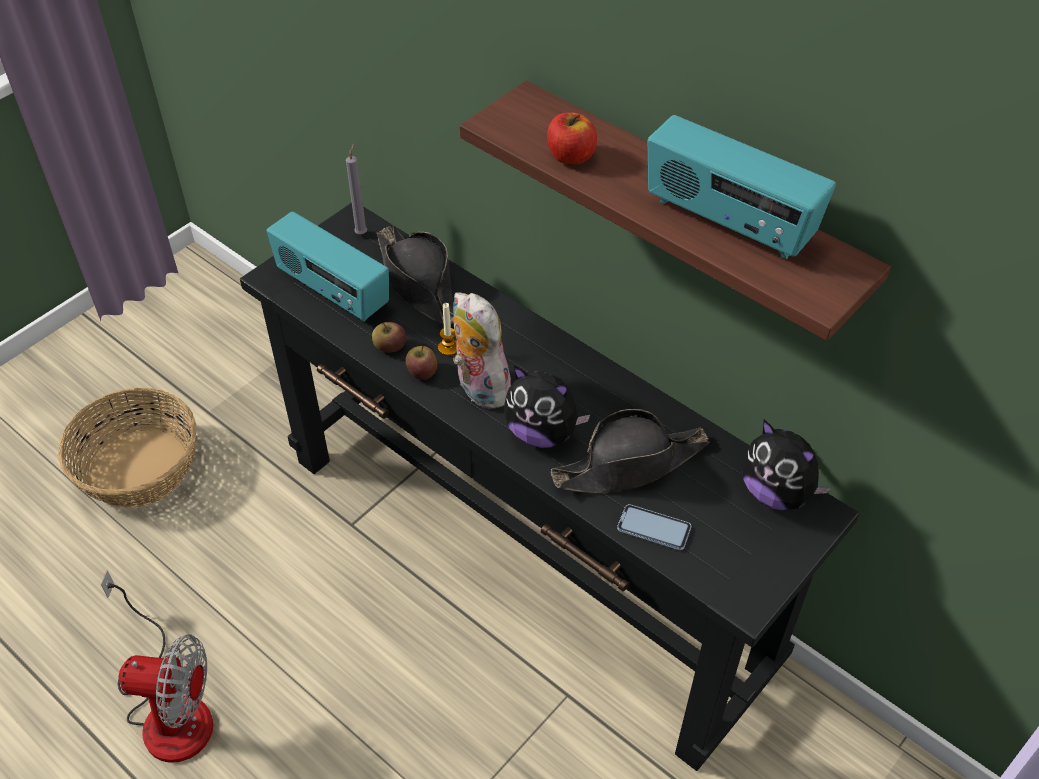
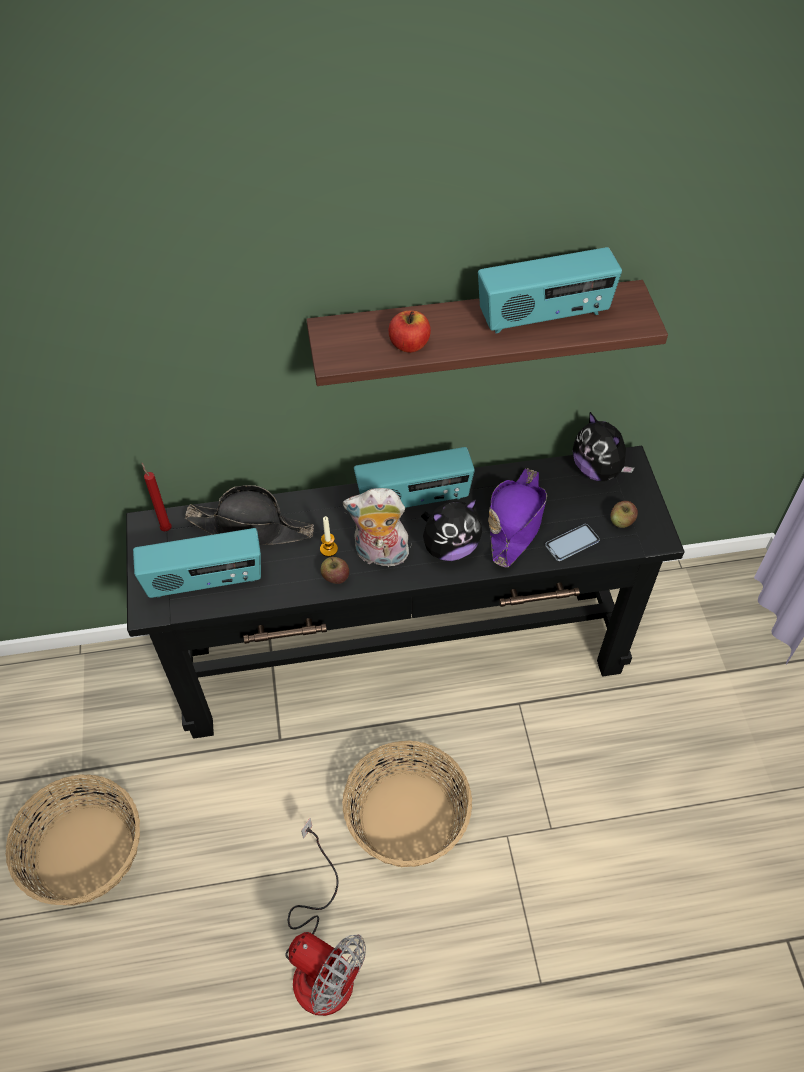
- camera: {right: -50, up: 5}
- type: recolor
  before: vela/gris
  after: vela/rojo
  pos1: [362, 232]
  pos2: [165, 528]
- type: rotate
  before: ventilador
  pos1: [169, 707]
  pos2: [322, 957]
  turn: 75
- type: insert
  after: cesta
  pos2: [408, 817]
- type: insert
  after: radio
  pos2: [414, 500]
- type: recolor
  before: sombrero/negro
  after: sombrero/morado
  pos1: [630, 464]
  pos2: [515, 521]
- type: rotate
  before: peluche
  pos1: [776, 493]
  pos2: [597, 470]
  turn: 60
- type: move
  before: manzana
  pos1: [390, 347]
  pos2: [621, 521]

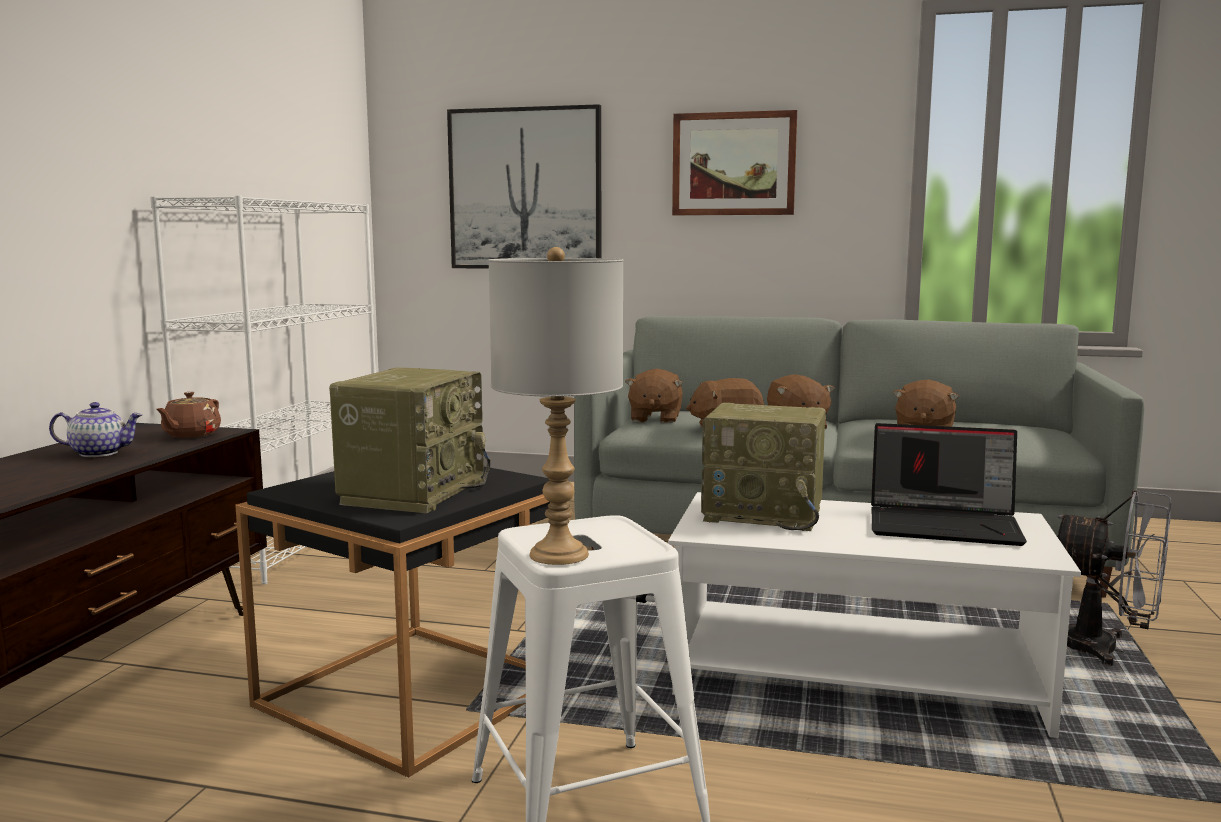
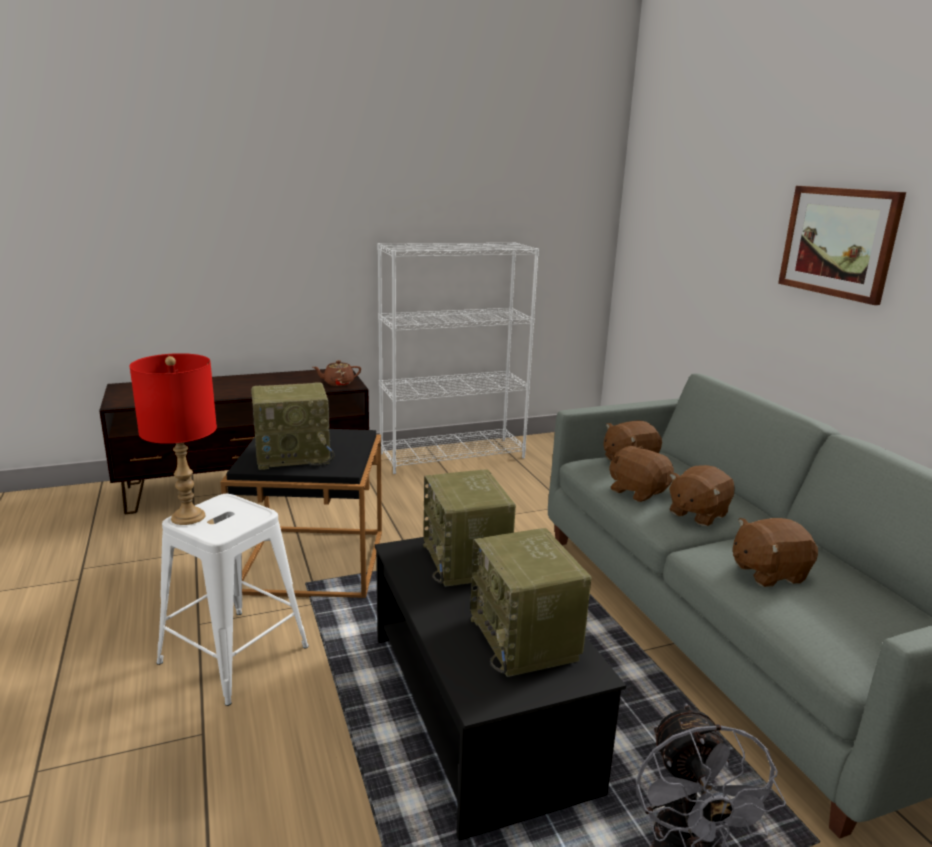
- camera: {right: 55, up: 10}
- type: recolor
  before: lámpara de mesa/gris
  after: lámpara de mesa/rojo
  pos1: [558, 555]
  pos2: [187, 517]
- type: recolor
  before: mesa de centro/blanco
  after: mesa de centro/negro
  pos1: [858, 676]
  pos2: [478, 710]
- type: replace
  before: portátil
  after: radio
  pos1: [945, 525]
  pos2: [525, 639]
- type: delete
  before: tetera
  pos1: [100, 453]
- type: delete
  before: cuadro
  pos1: [525, 189]

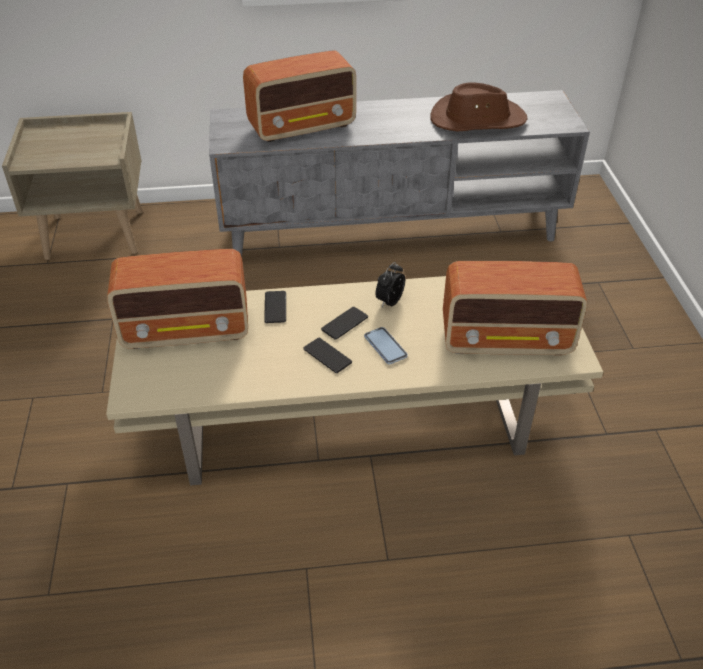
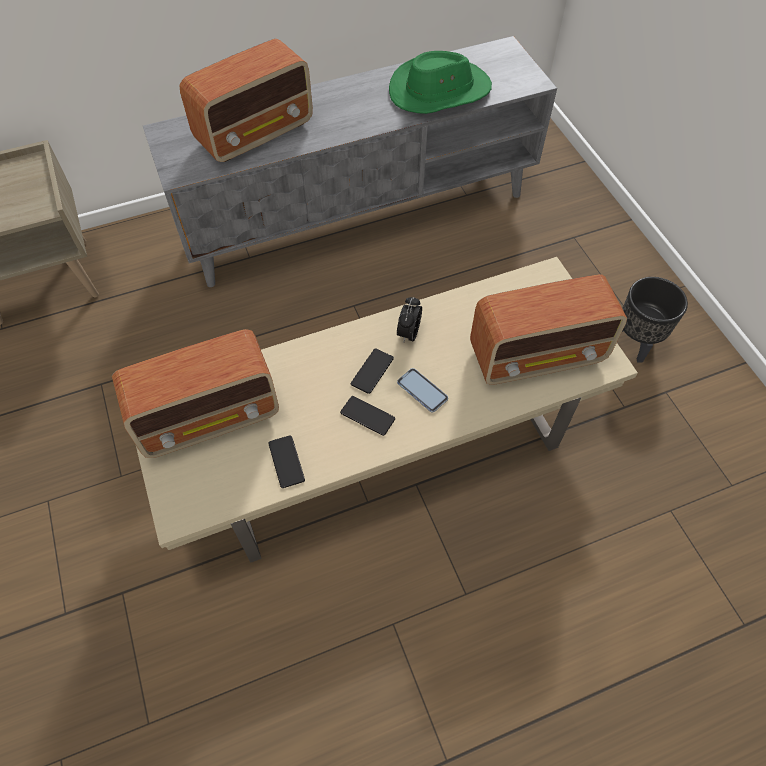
- camera: {right: -15, up: 15}
- type: move
  before: móvil
  pos1: [275, 307]
  pos2: [286, 462]
- type: recolor
  before: sombrero/marrón
  after: sombrero/verde
  pos1: [477, 119]
  pos2: [439, 91]
- type: insert
  after: maceta/negro
  pos2: [635, 343]

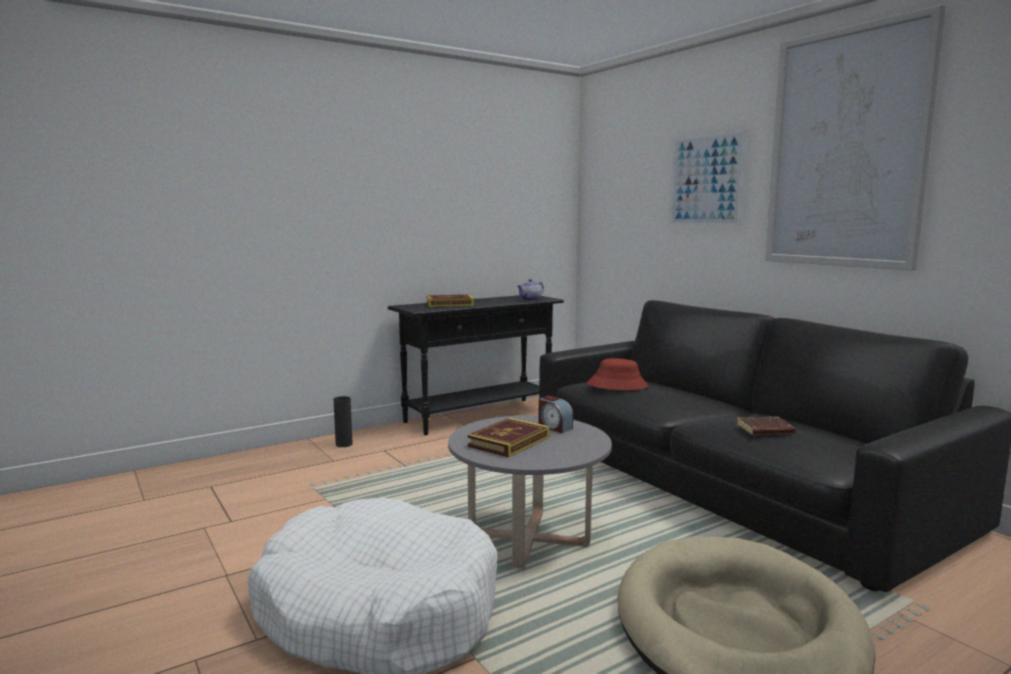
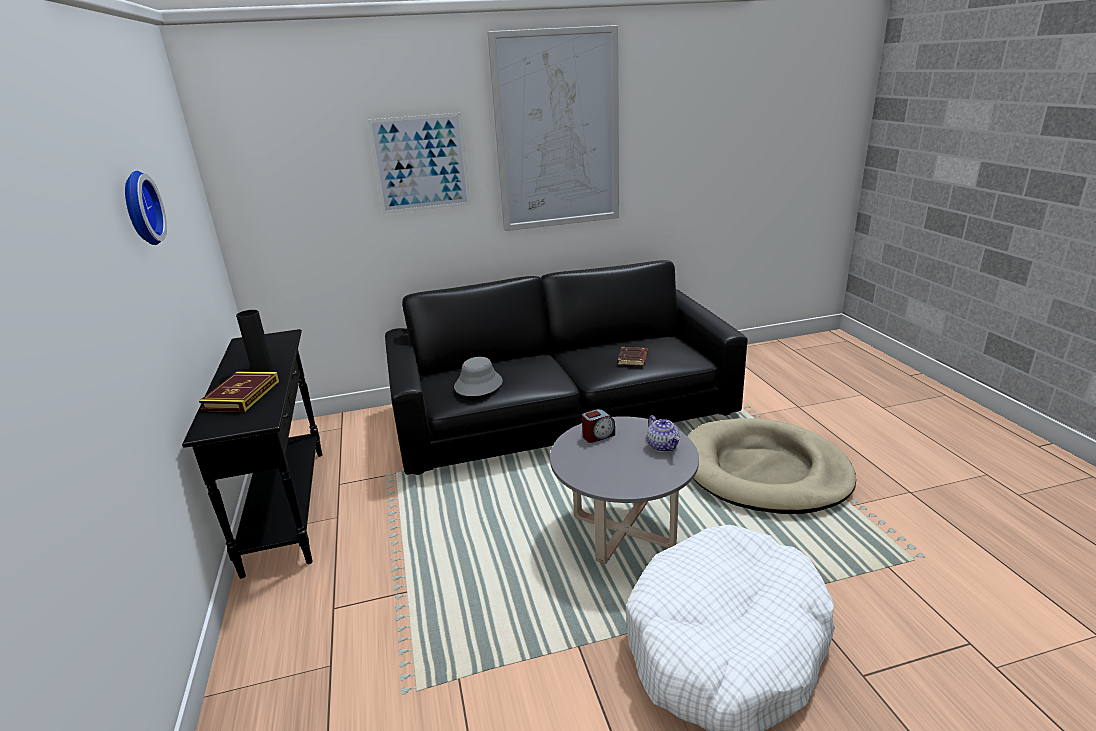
- camera: {right: -70, up: 15}
- type: insert
  after: reloj de pared
  pos2: [138, 209]
- type: move
  before: florero/negro
  pos1: [344, 444]
  pos2: [262, 368]
- type: recolor
  before: sombrero/rojo
  after: sombrero/gris
  pos1: [617, 385]
  pos2: [478, 384]
- type: move
  before: tetera
  pos1: [530, 300]
  pos2: [663, 446]
- type: delete
  before: libro
  pos1: [509, 442]

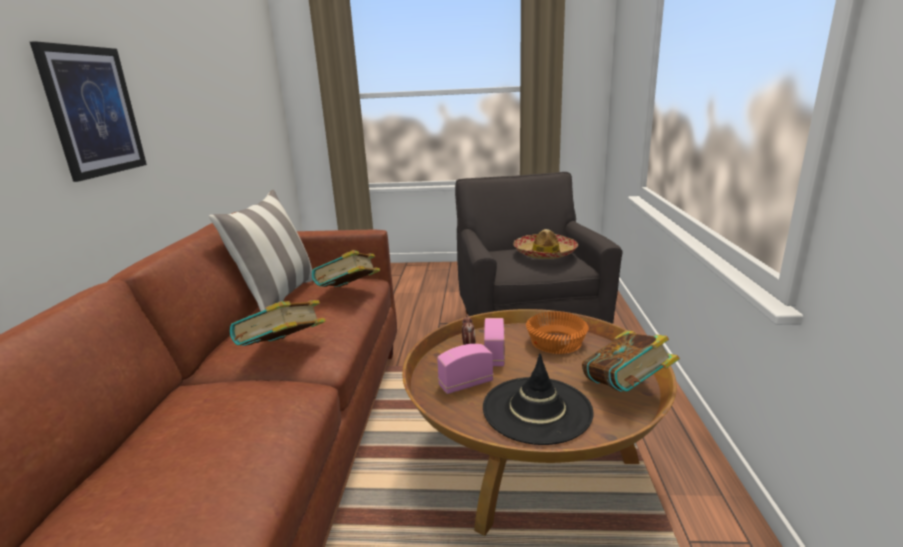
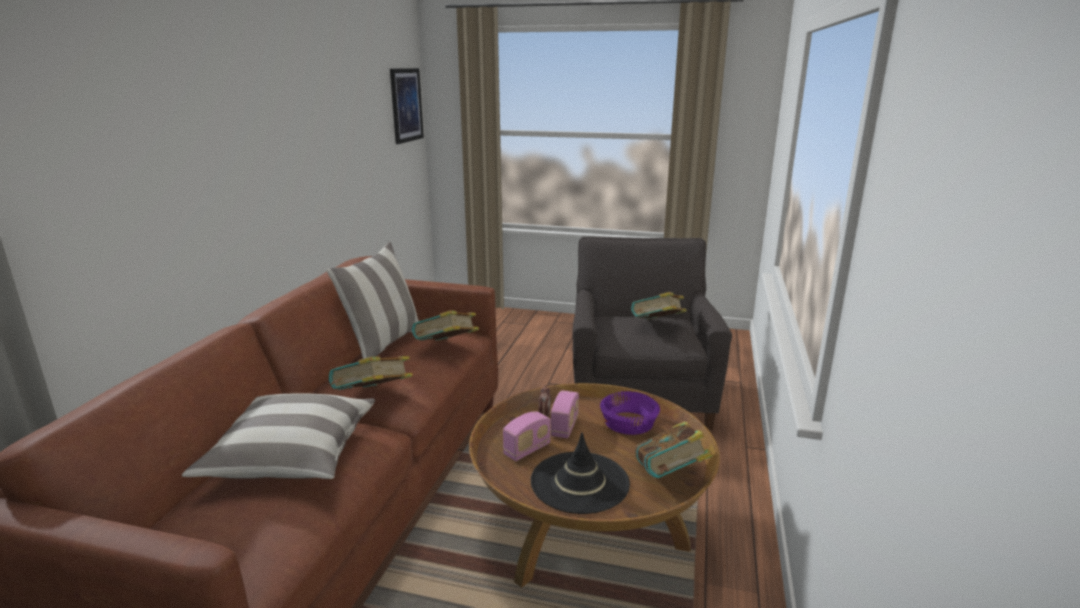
- camera: {right: 10, up: 0}
- type: insert
  after: cojín
  pos2: [291, 456]
- type: move
  before: cuadro
  pos1: [93, 111]
  pos2: [406, 105]
- type: rotate
  before: radio
  pos1: [465, 384]
  pos2: [527, 450]
  turn: 150
- type: recolor
  before: cuenco/naranja
  after: cuenco/morado
  pos1: [555, 343]
  pos2: [627, 423]
- type: replace
  before: sombrero
  after: libro
  pos1: [545, 253]
  pos2: [657, 326]

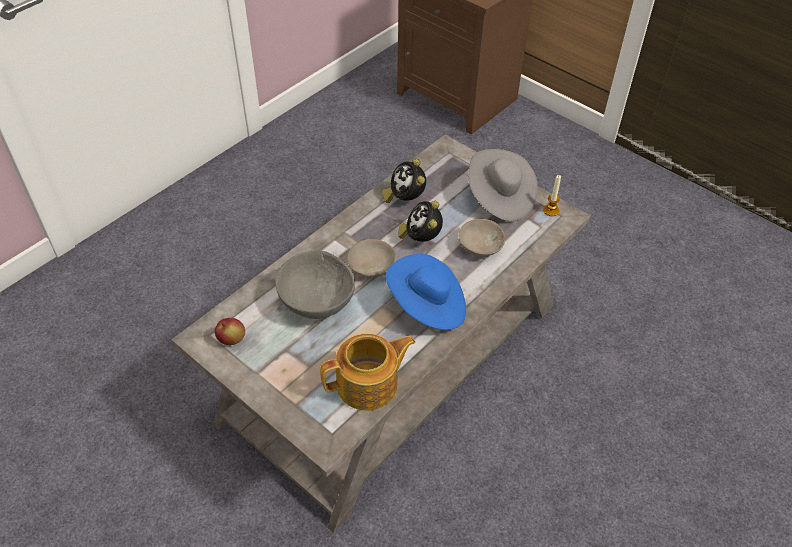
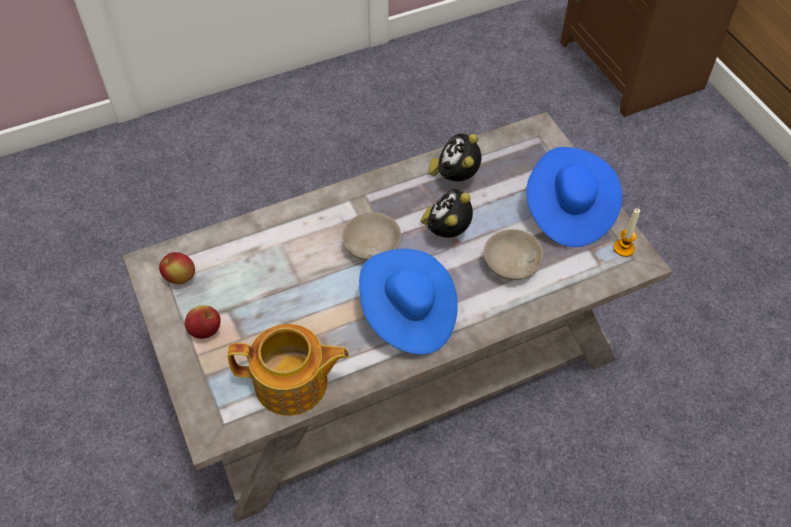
- camera: {right: 25, up: 5}
- type: insert
  after: manzana
  pos2: [205, 331]
- type: recolor
  before: sombrero/gris
  after: sombrero/azul
  pos1: [499, 198]
  pos2: [568, 212]
- type: delete
  before: cuenco/gris
  pos1: [316, 301]

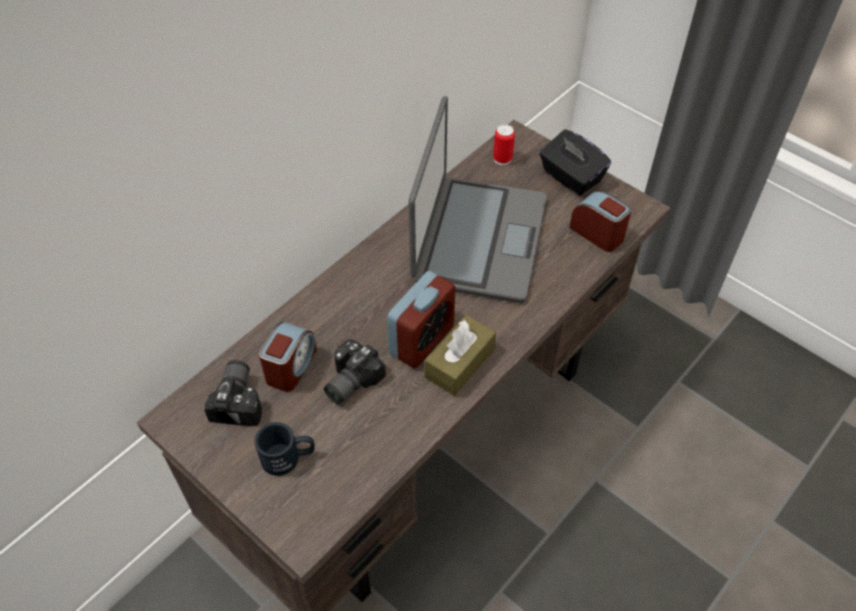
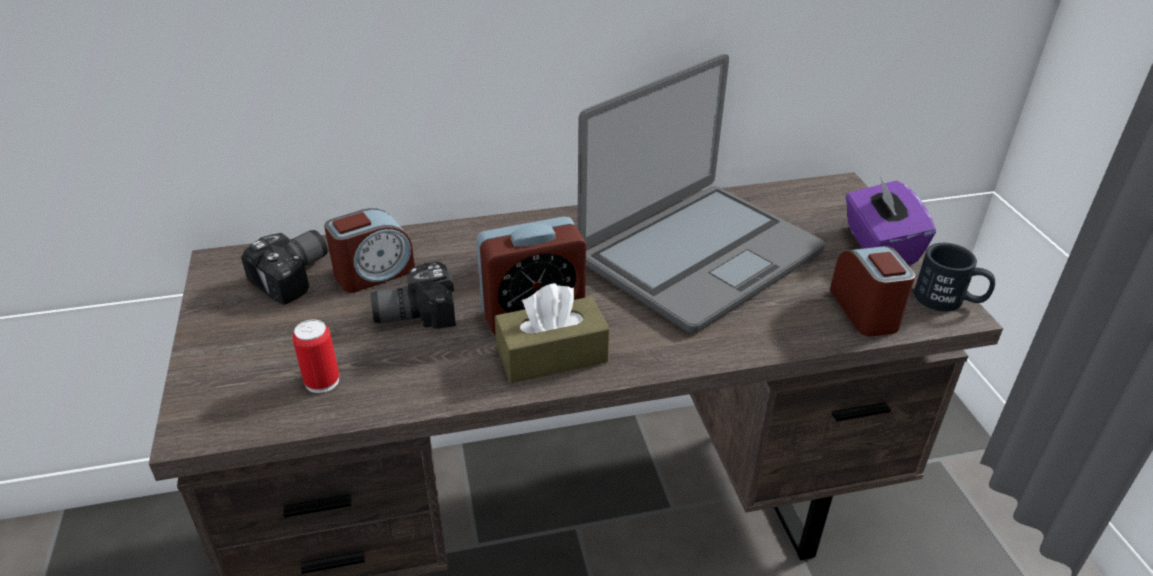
- camera: {right: 35, up: -15}
- type: move
  before: lata
  pos1: [502, 159]
  pos2: [322, 381]
- type: recolor
  before: caja de pañuelos/negro
  after: caja de pañuelos/morado
  pos1: [571, 177]
  pos2: [879, 245]
- type: move
  before: taza grande/negro
  pos1: [288, 457]
  pos2: [949, 300]

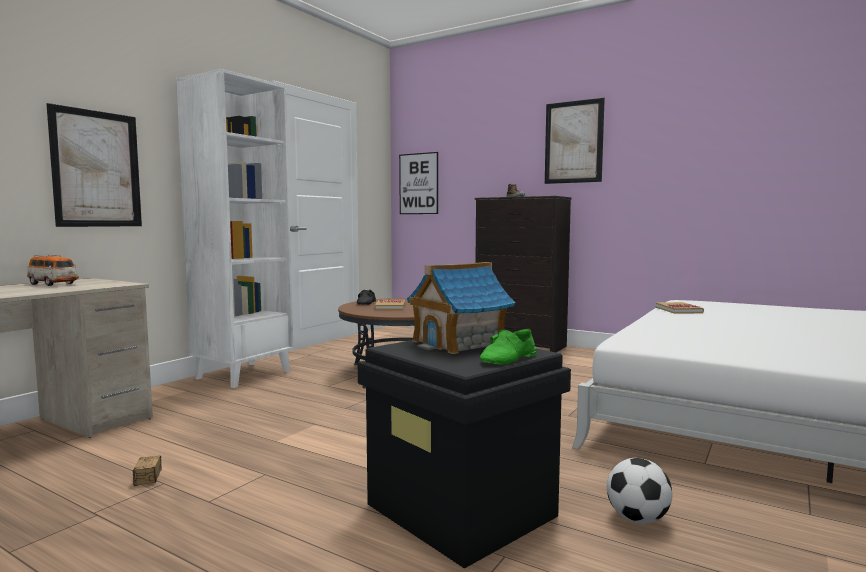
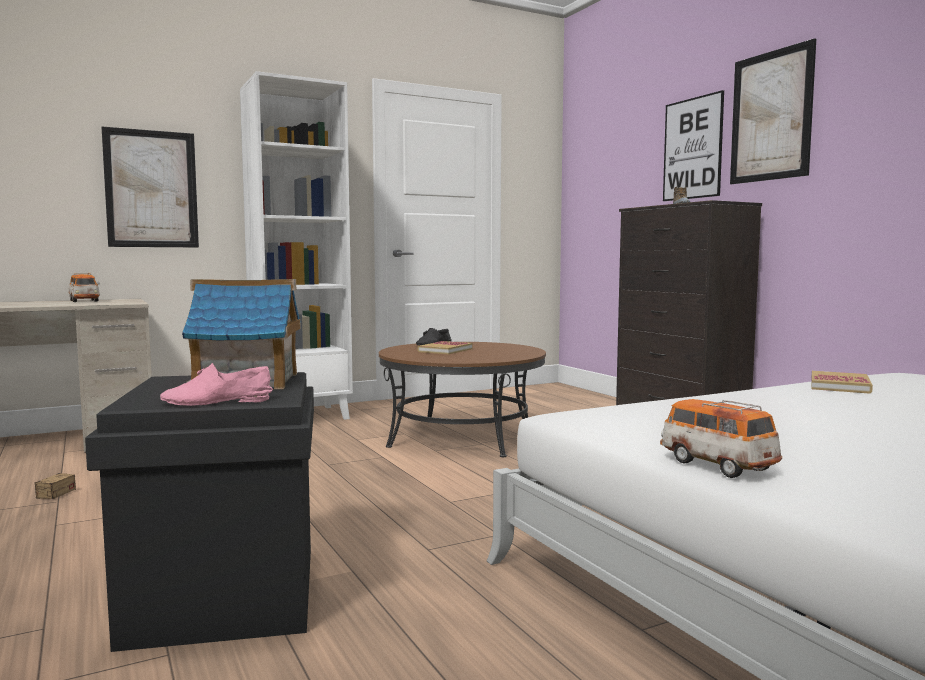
- camera: {right: 30, up: 0}
- type: recolor
  before: zapato/verde
  after: zapato/rosa
  pos1: [509, 359]
  pos2: [217, 402]
- type: insert
  after: coche de juguete
  pos2: [717, 465]
- type: move
  before: cuadro
  pos1: [418, 183]
  pos2: [692, 148]
- type: delete
  before: balón de fútbol
  pos1: [637, 519]

